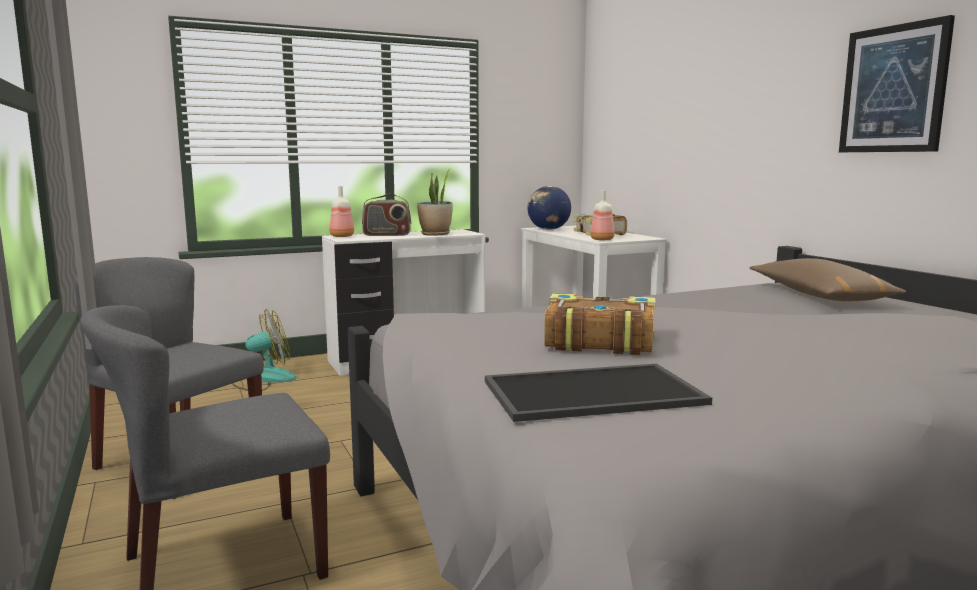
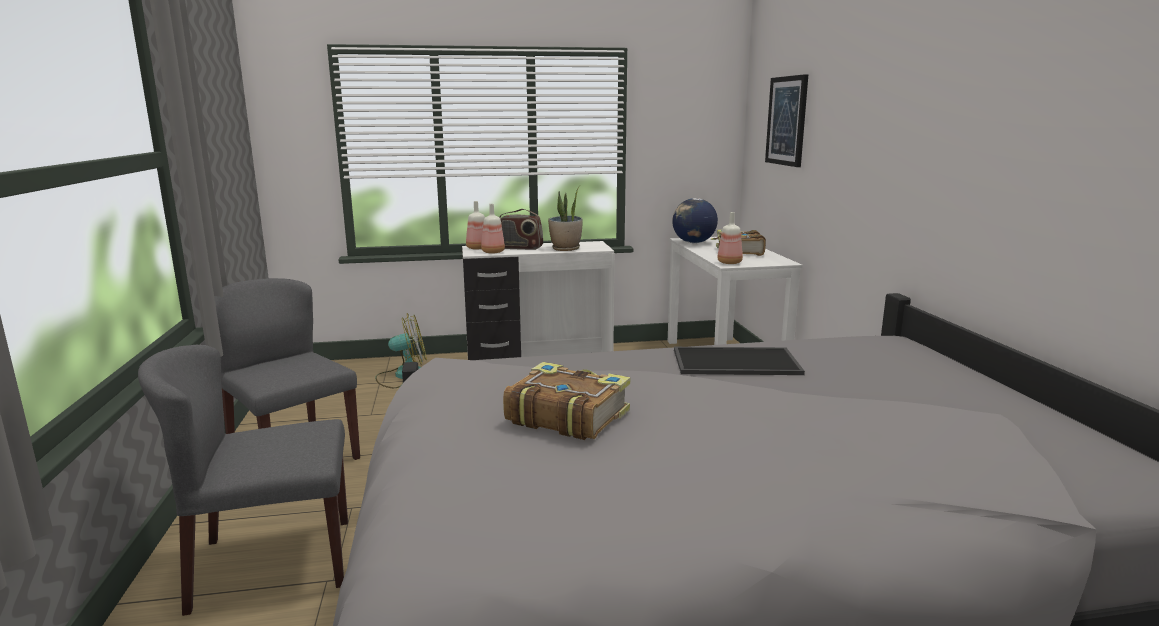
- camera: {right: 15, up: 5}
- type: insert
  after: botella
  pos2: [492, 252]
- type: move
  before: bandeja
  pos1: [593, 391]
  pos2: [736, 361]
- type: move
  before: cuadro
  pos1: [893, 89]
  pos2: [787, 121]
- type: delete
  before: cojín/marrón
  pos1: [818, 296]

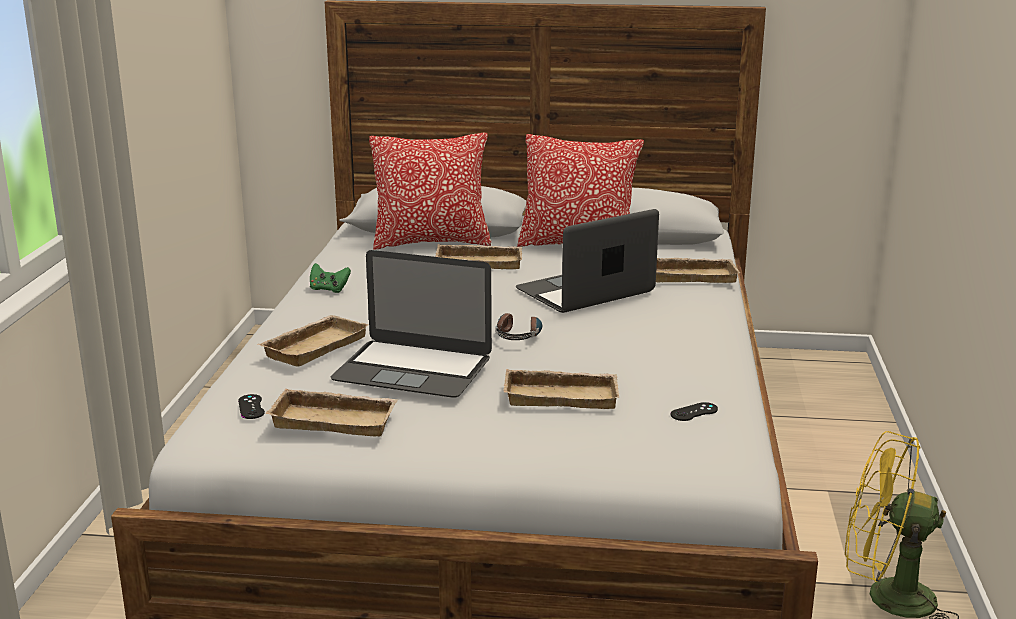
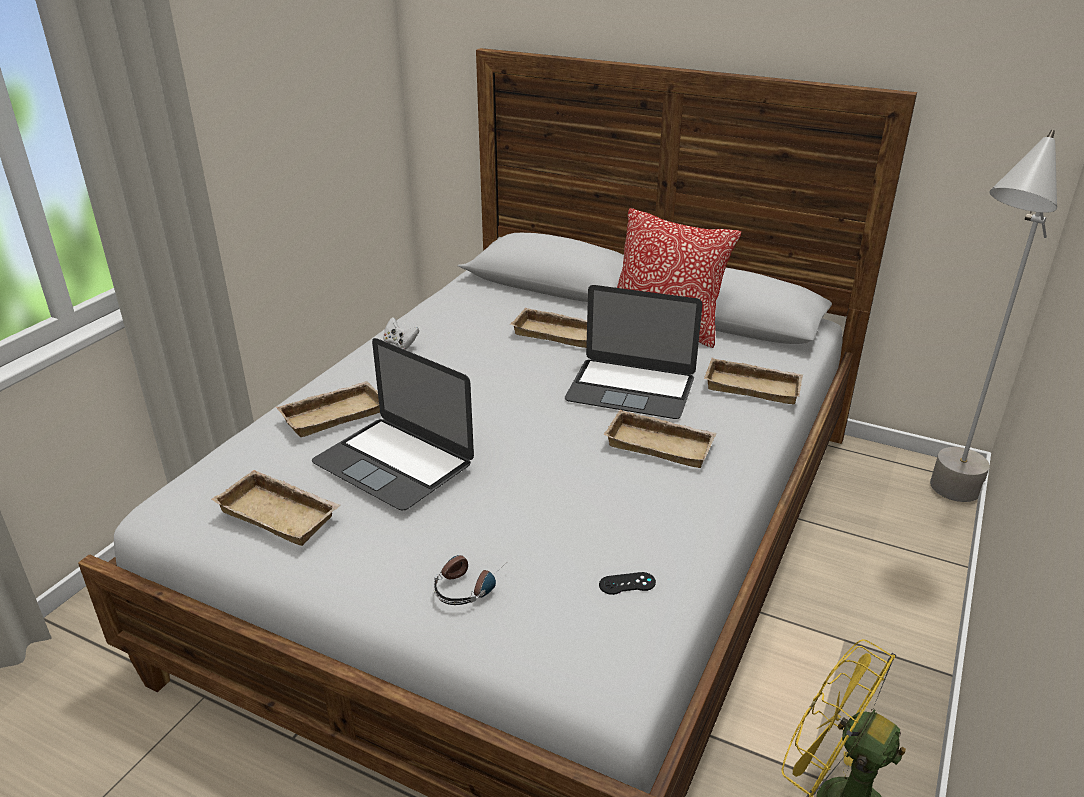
- camera: {right: 20, up: 10}
- type: recolor
  before: mando de consola/verde
  after: mando de consola/blanco
  pos1: [329, 289]
  pos2: [400, 344]
- type: move
  before: auriculares
  pos1: [519, 333]
  pos2: [469, 584]
- type: rotate
  before: portátil
  pos1: [585, 291]
  pos2: [631, 388]
  turn: -150
- type: move
  before: bandeja/beis
  pos1: [562, 395]
  pos2: [661, 444]
- type: insert
  after: lámpara de pie/gris
  pos2: [942, 507]
- type: delete
  before: mando de consola/negro
  pos1: [251, 407]
- type: delete
  before: cojín
  pos1: [431, 242]

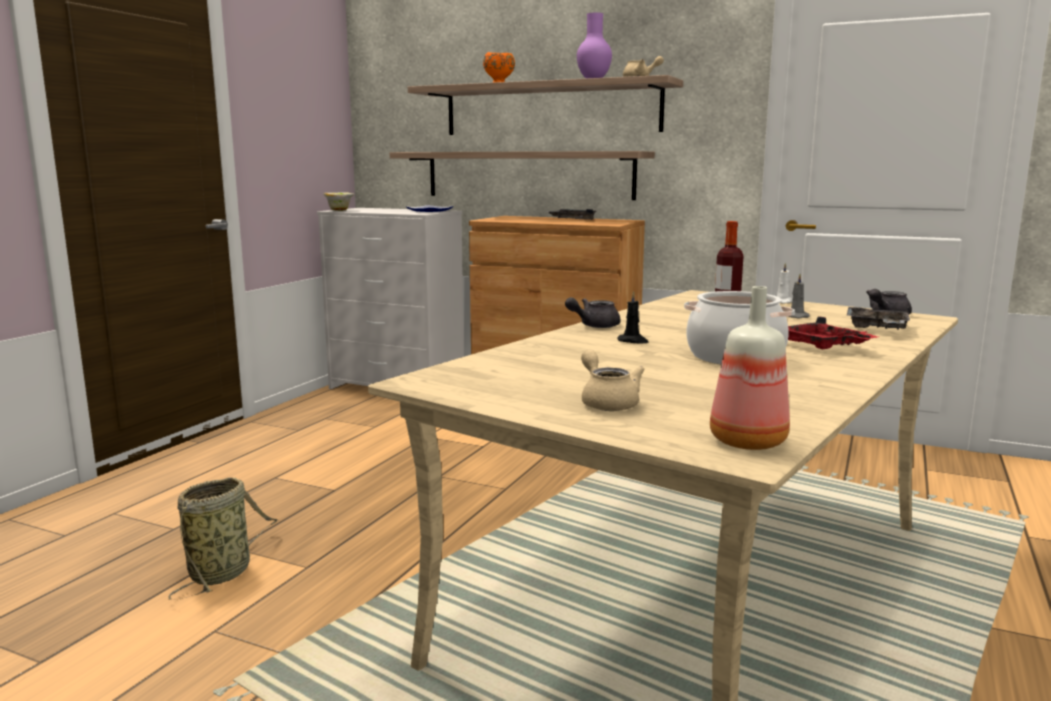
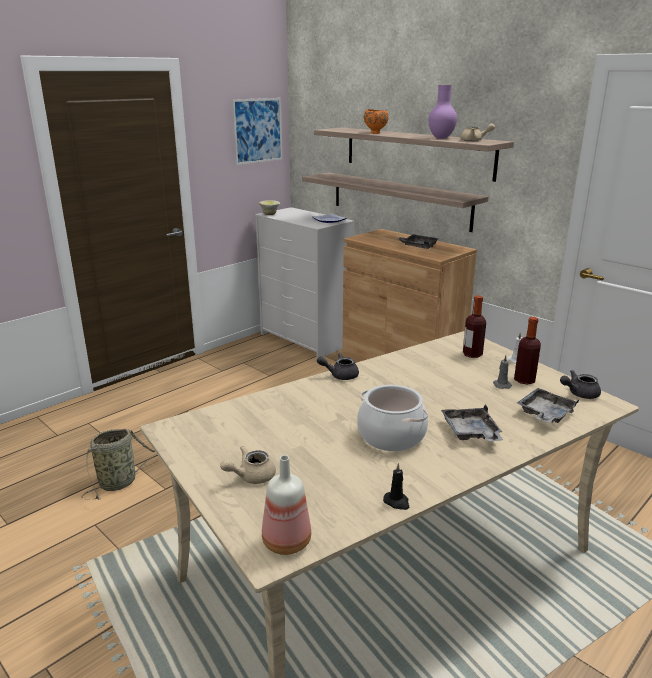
- camera: {right: 20, up: 10}
- type: rotate
  before: tetera/beis
  pos1: [607, 402]
  pos2: [251, 476]
  turn: -120
- type: insert
  after: cuadro
  pos2: [257, 130]
- type: move
  before: vela/negro
  pos1: [633, 341]
  pos2: [397, 502]
- type: recolor
  before: bandeja/rojo
  after: bandeja/gris
  pos1: [821, 346]
  pos2: [471, 433]
- type: insert
  after: botella
  pos2: [524, 380]

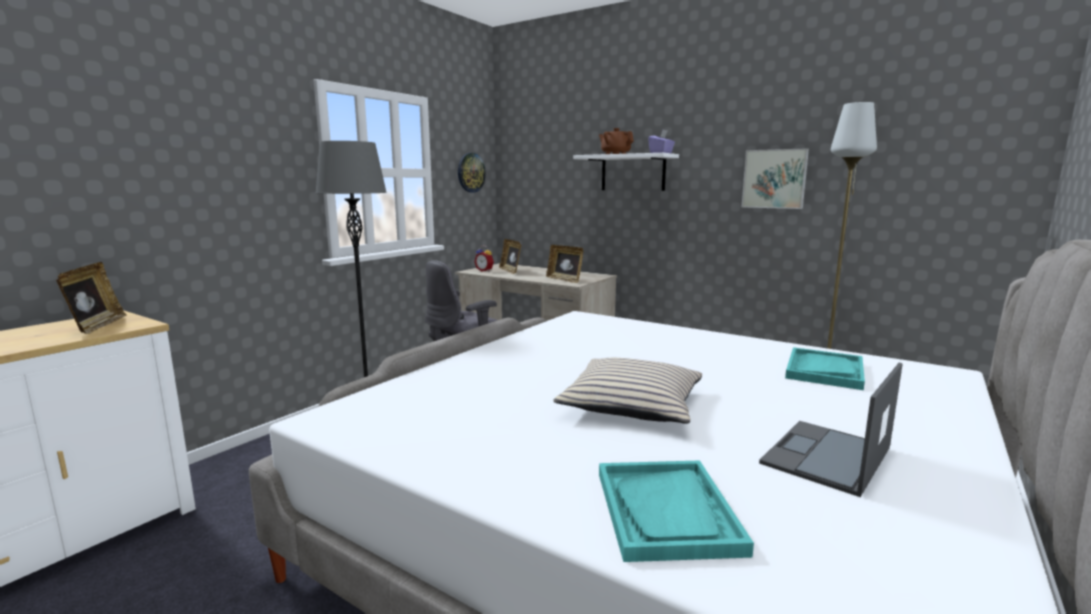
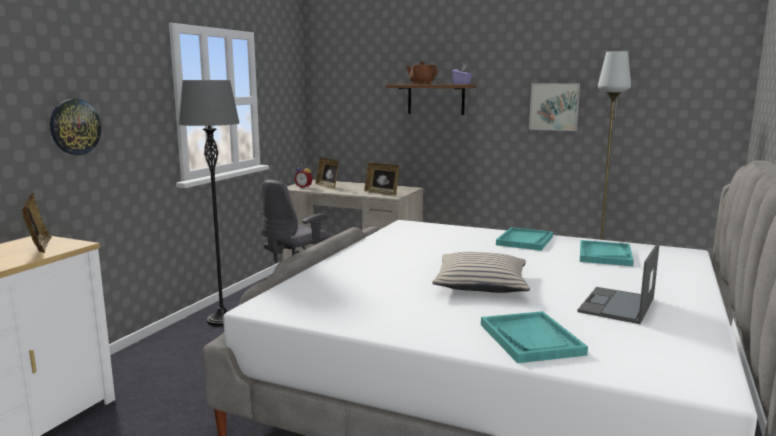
- camera: {right: -10, up: 0}
- type: move
  before: reloj de pared
  pos1: [470, 172]
  pos2: [75, 127]
- type: recolor
  before: estante/blanco
  after: estante/marrón
  pos1: [633, 173]
  pos2: [436, 99]
- type: insert
  after: bandeja/turquesa
  pos2: [525, 241]

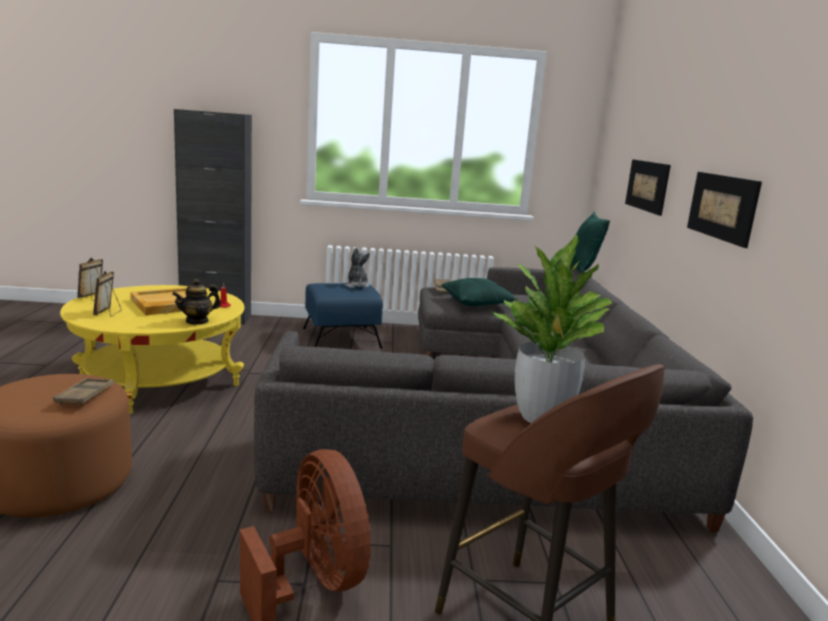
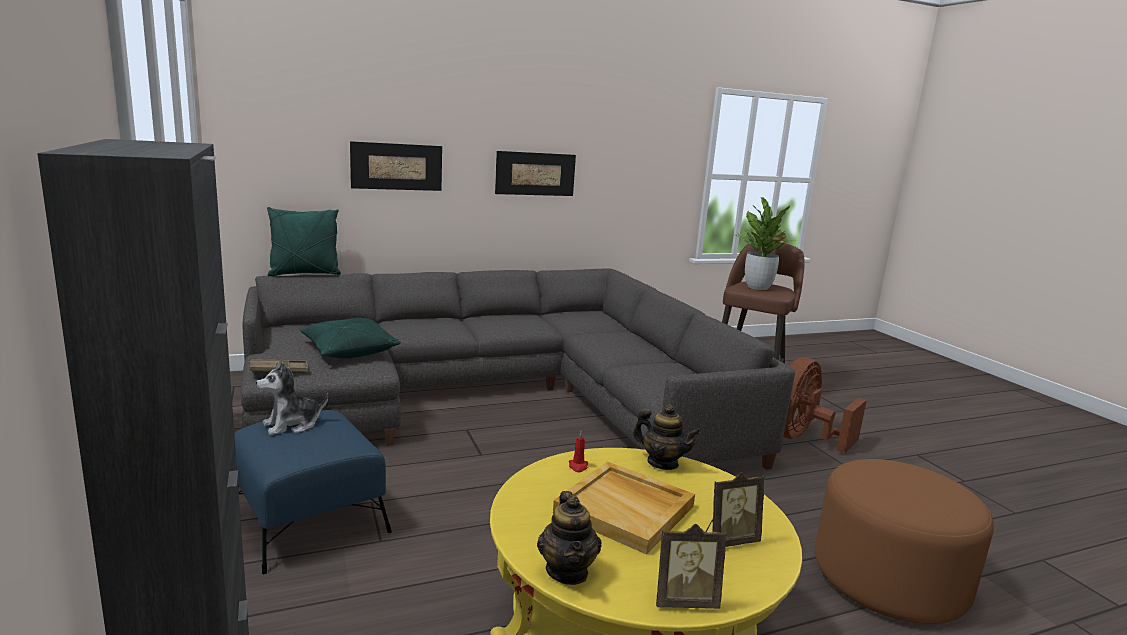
- camera: {right: -110, up: 0}
- type: insert
  after: tetera
  pos2: [567, 571]
- type: delete
  before: bandeja/marrón
  pos1: [85, 395]

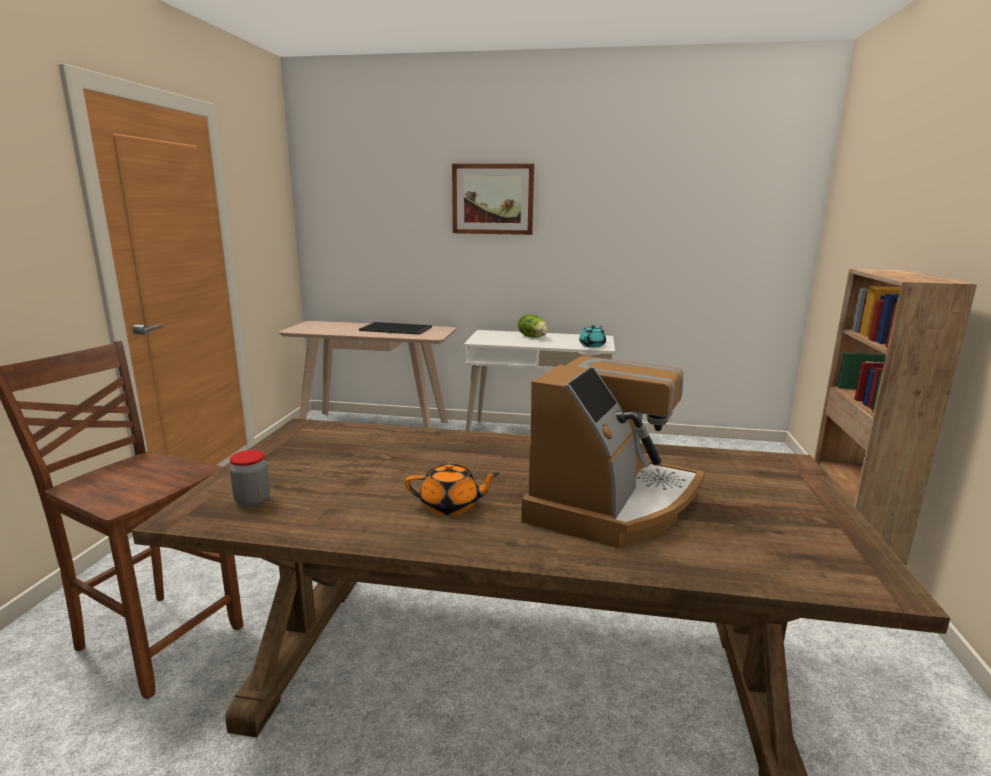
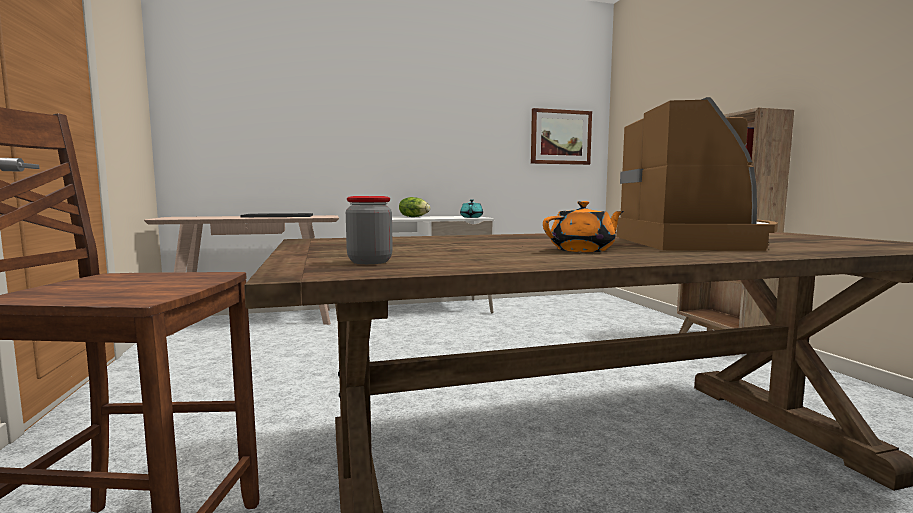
- camera: {right: -25, up: -10}
- type: move
  before: cuadro
  pos1: [492, 199]
  pos2: [560, 137]

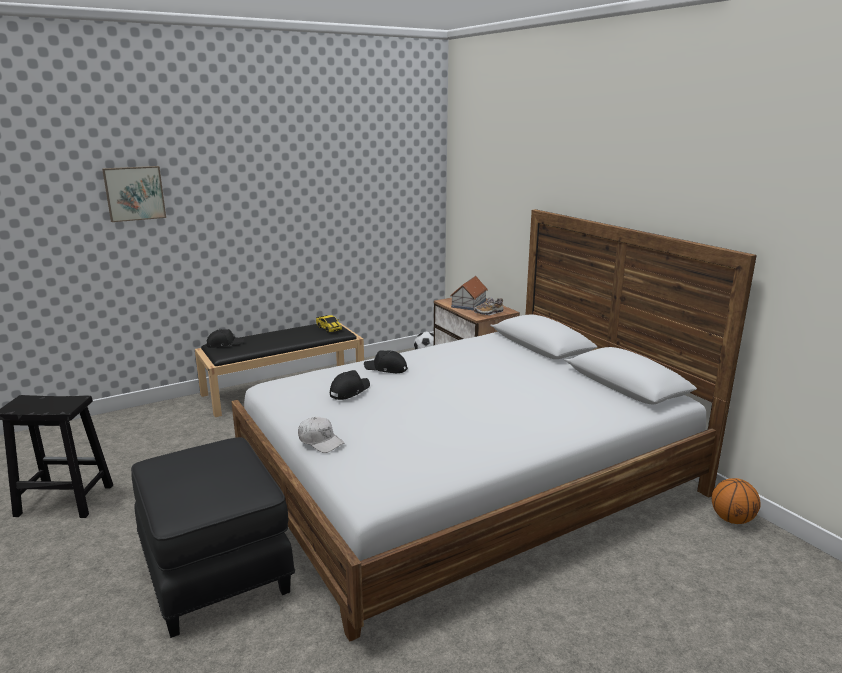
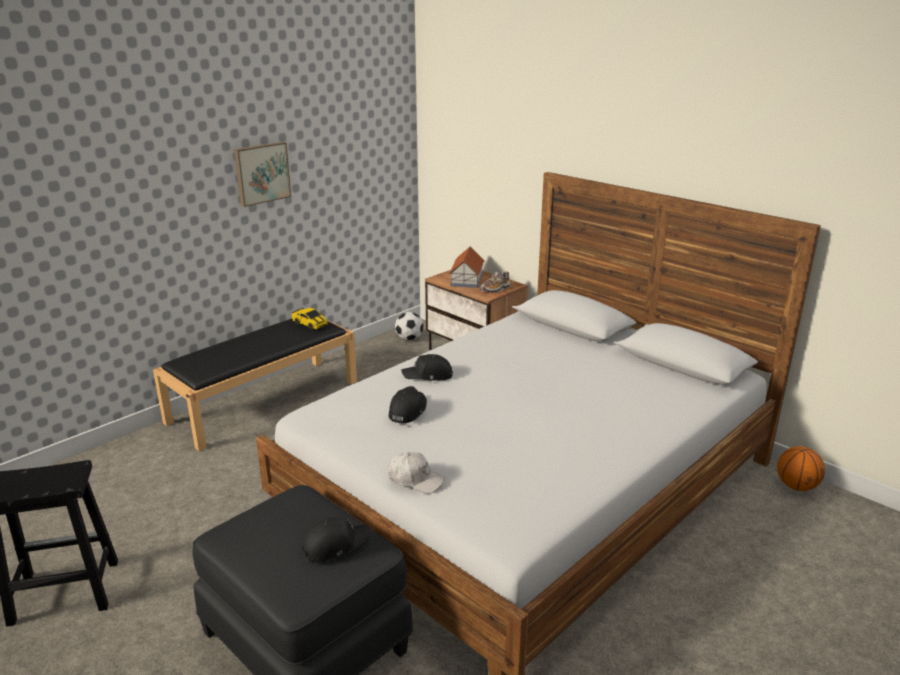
- camera: {right: -15, up: 5}
- type: move
  before: cuadro
  pos1: [134, 193]
  pos2: [261, 173]
- type: move
  before: gorra/negro
  pos1: [224, 344]
  pos2: [335, 545]

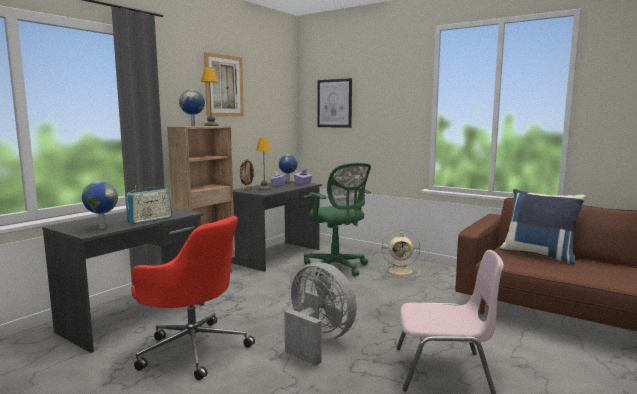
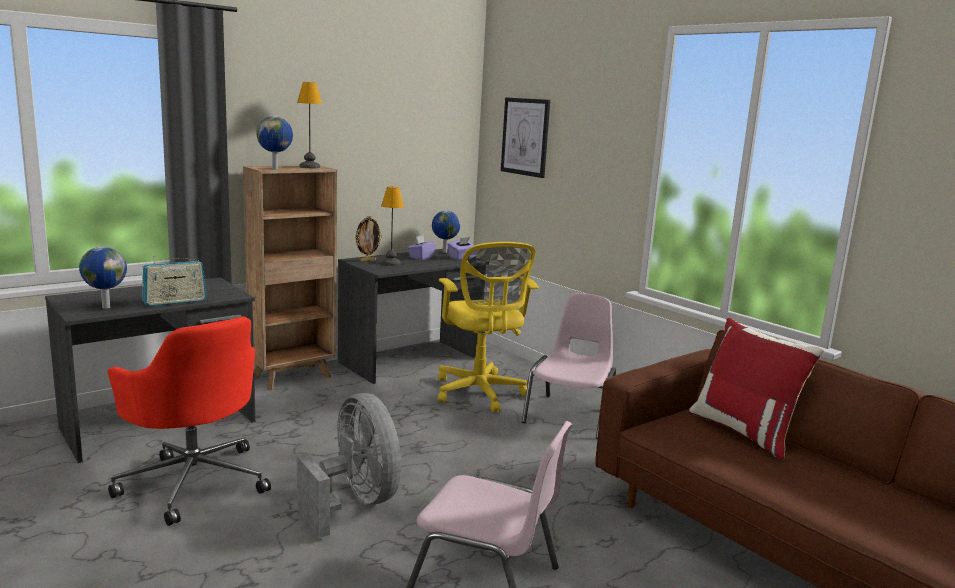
- camera: {right: 15, up: 5}
- type: recolor
  before: silla de oficina/verde
  after: silla de oficina/amarillo
  pos1: [337, 267]
  pos2: [480, 394]
- type: replace
  before: ventilador/beis
  after: silla/rosa
  pos1: [401, 271]
  pos2: [571, 415]
- type: recolor
  before: cojín/azul
  after: cojín/rojo
  pos1: [539, 254]
  pos2: [745, 432]
- type: delete
  before: cuadro
  pos1: [224, 86]

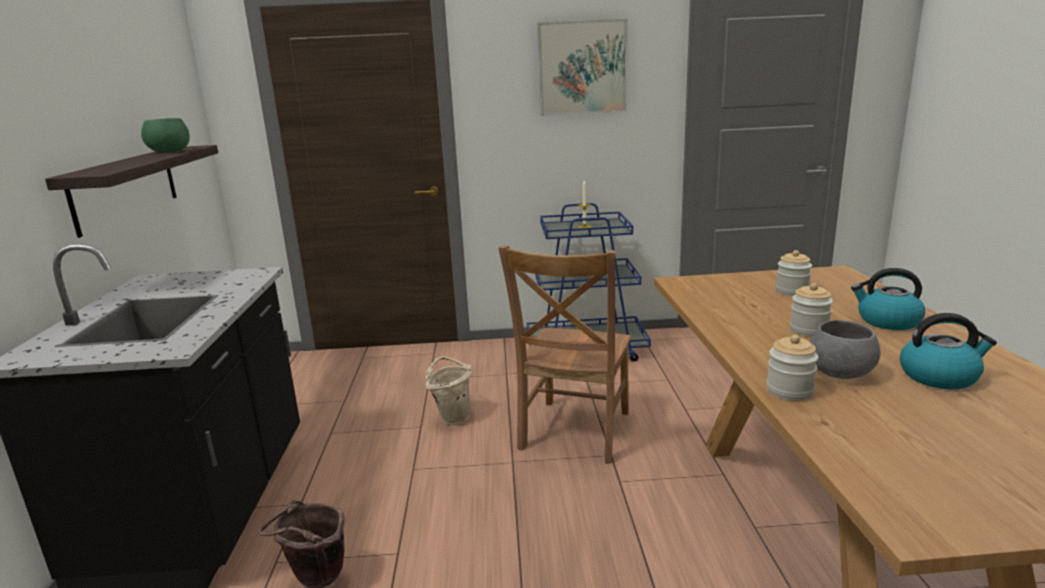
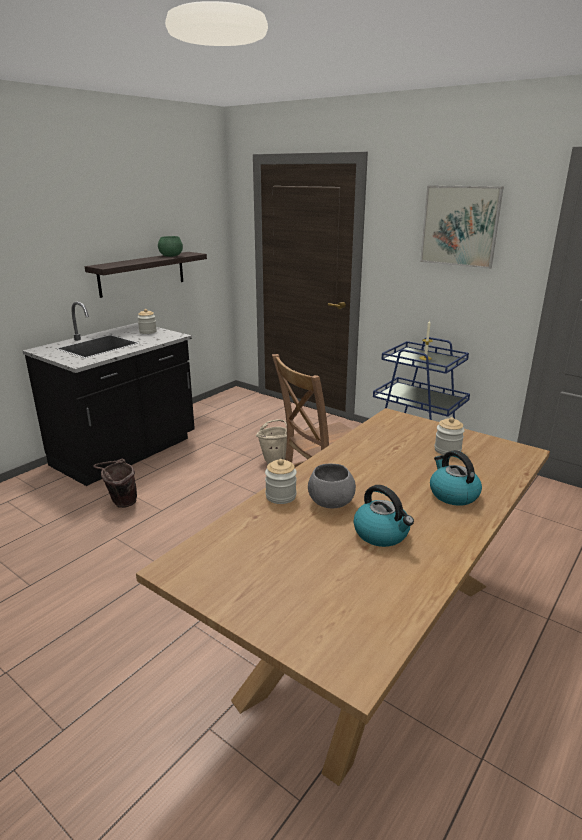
- camera: {right: 40, up: 5}
- type: move
  before: tarro
  pos1: [808, 330]
  pos2: [148, 332]

